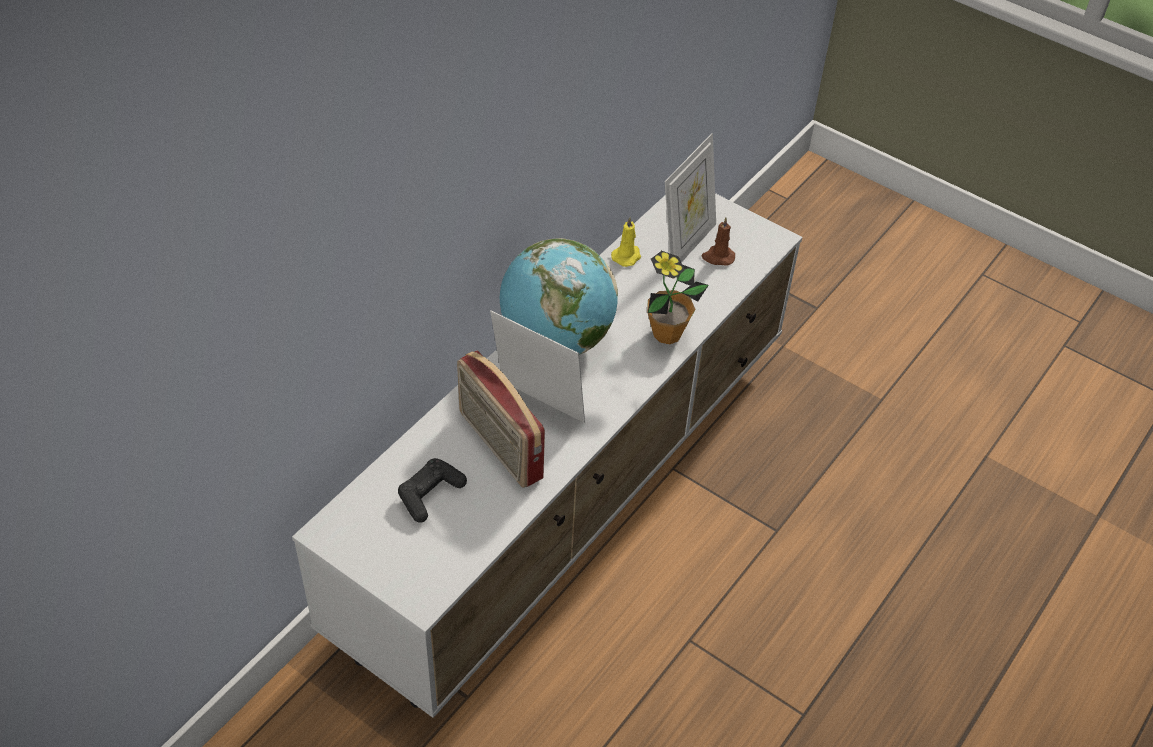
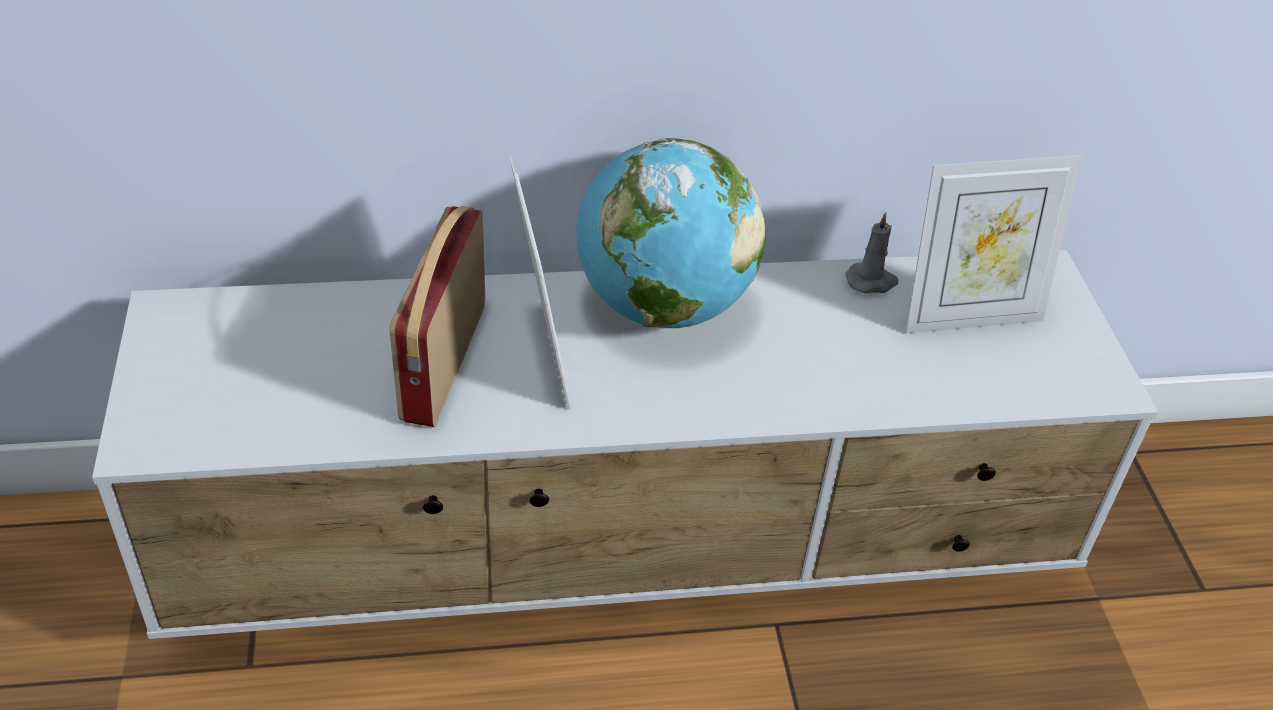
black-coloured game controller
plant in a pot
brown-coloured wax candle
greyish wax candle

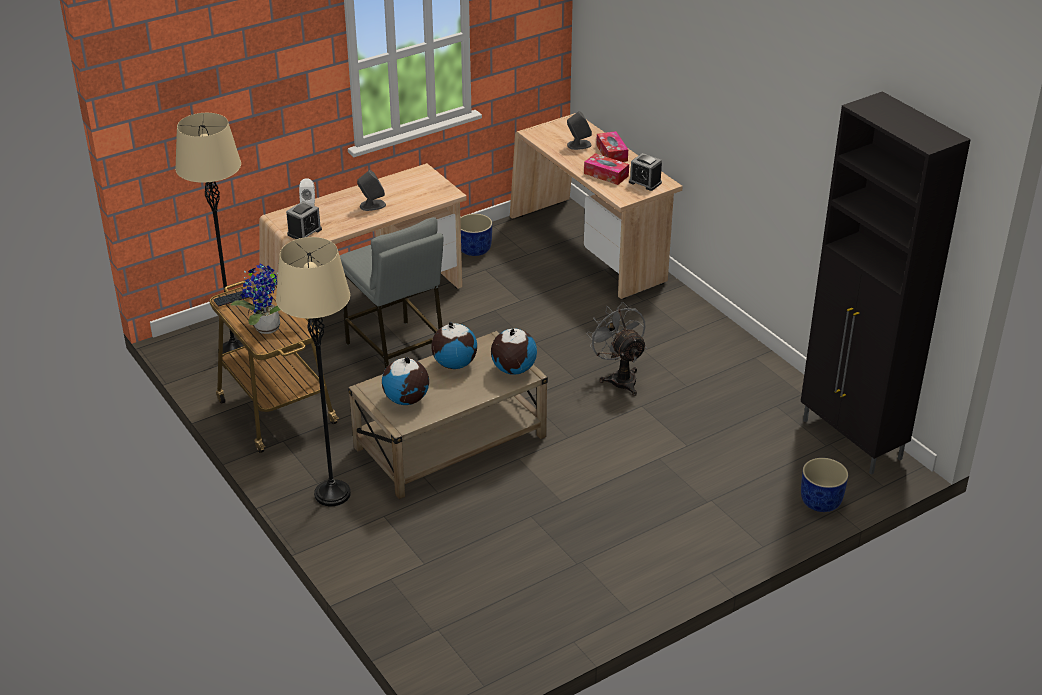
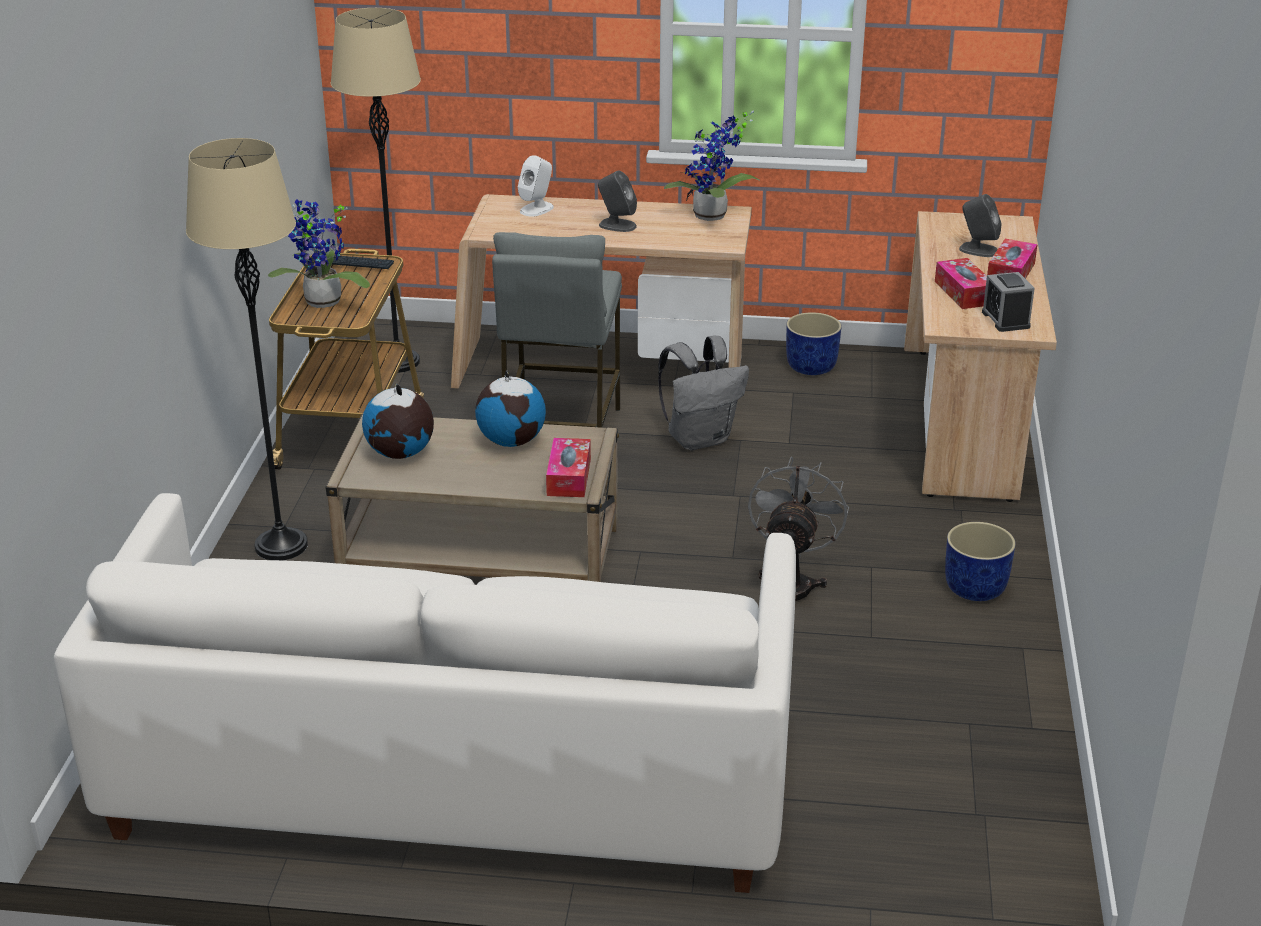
alarm clock (no. 1 from left in the first image)
black-coloured cupboard
whitish couch
greyish rucksack
plant in a pot (no. 2 from left)
blue-coloured plant pot (no. 2 from left)
box of tissues (no. 1 from left)

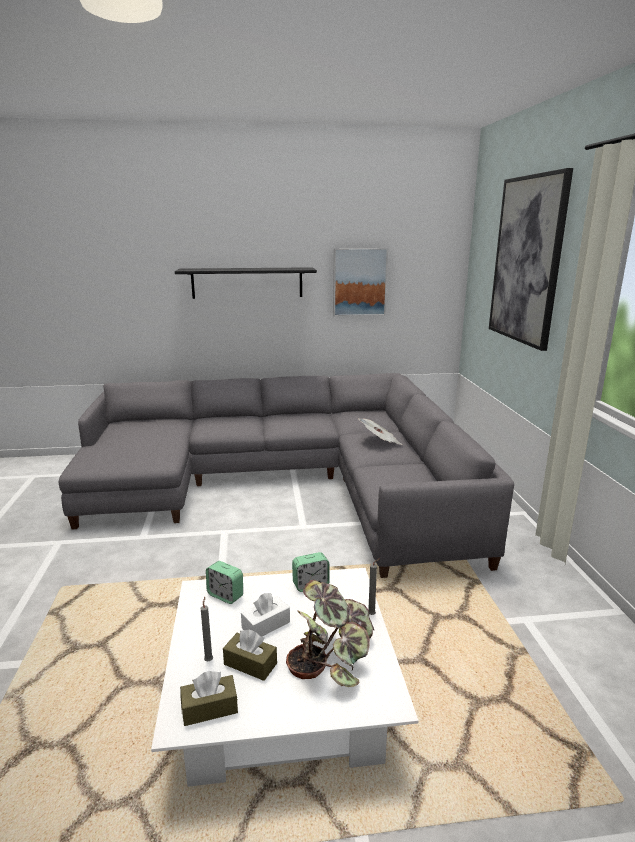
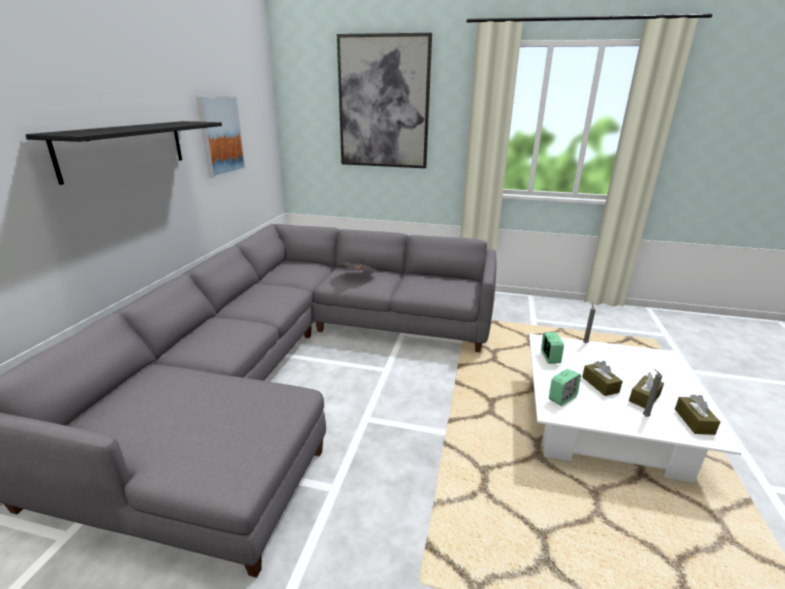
plant in a pot
brown-coloured box of tissues (no. 1 from left)

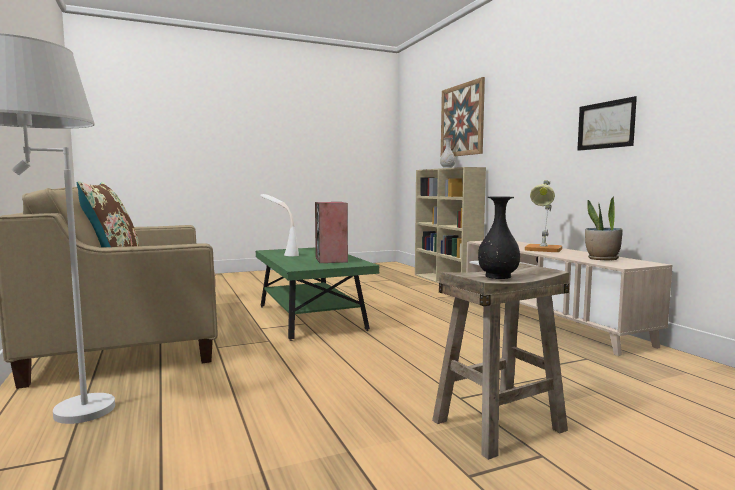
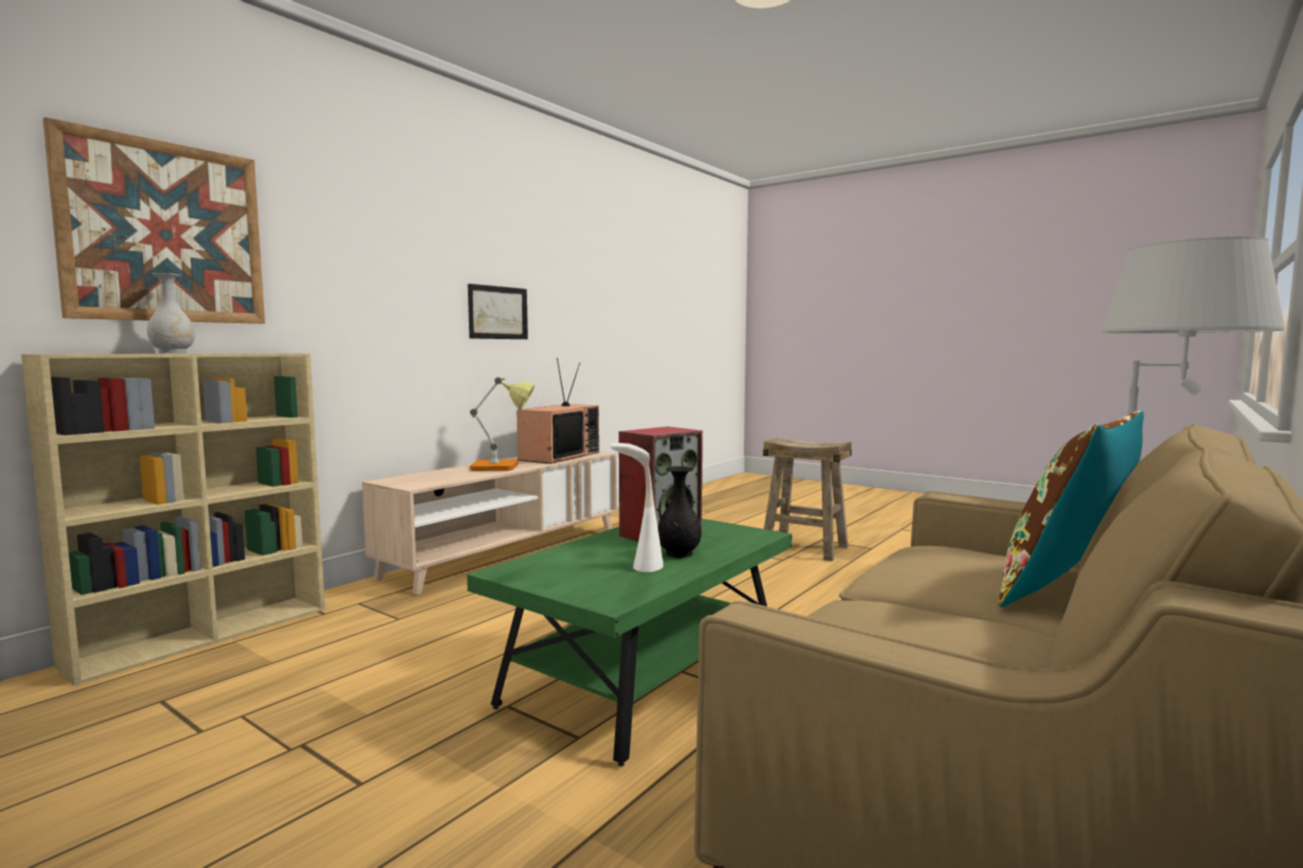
black-coloured decorative vase
television

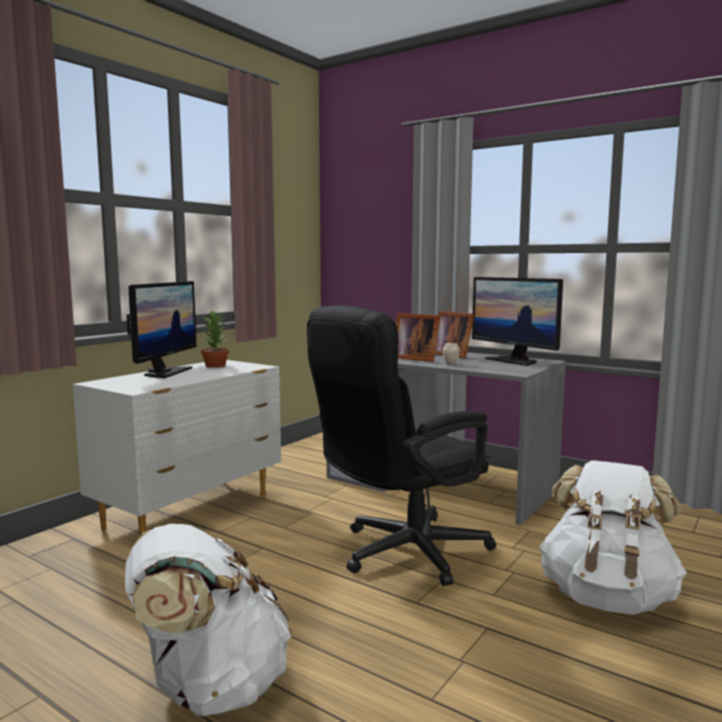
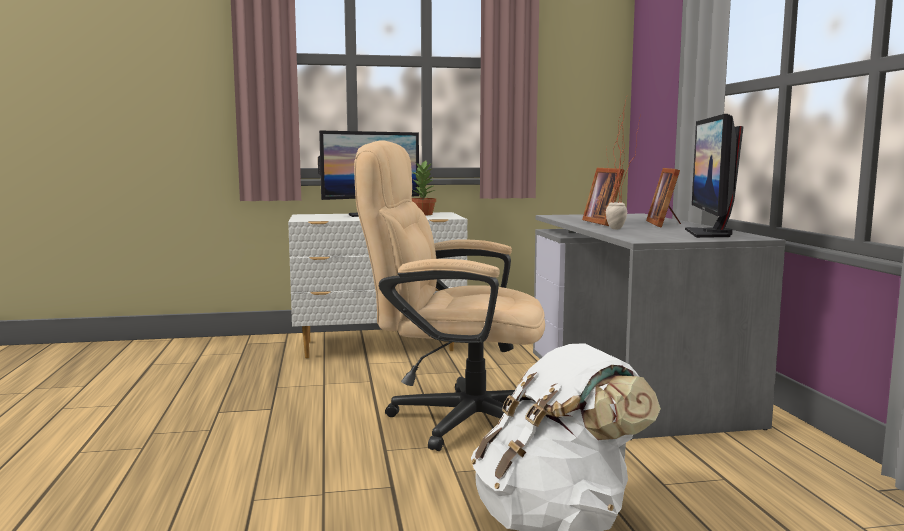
whitish rucksack (no. 1 from left in the first image)
beige computer chair

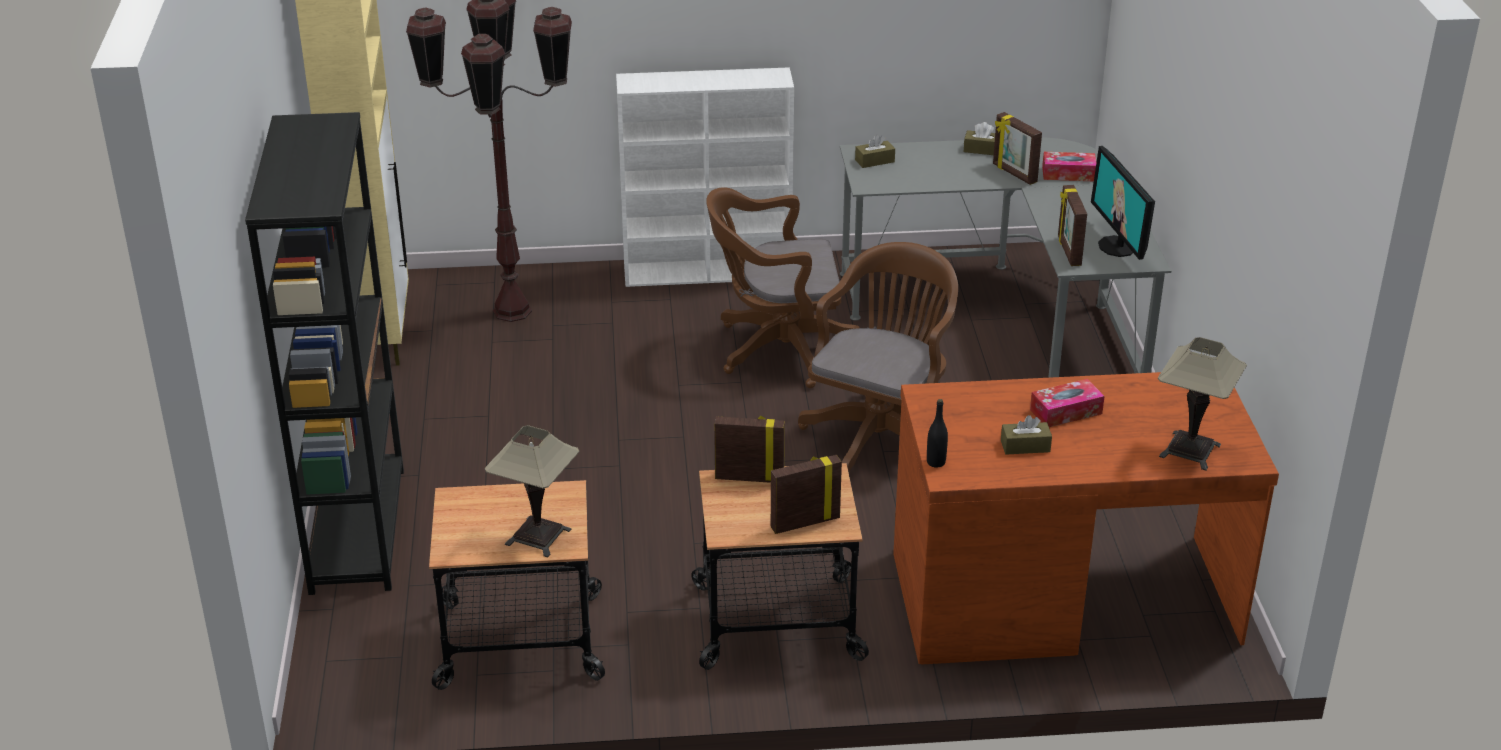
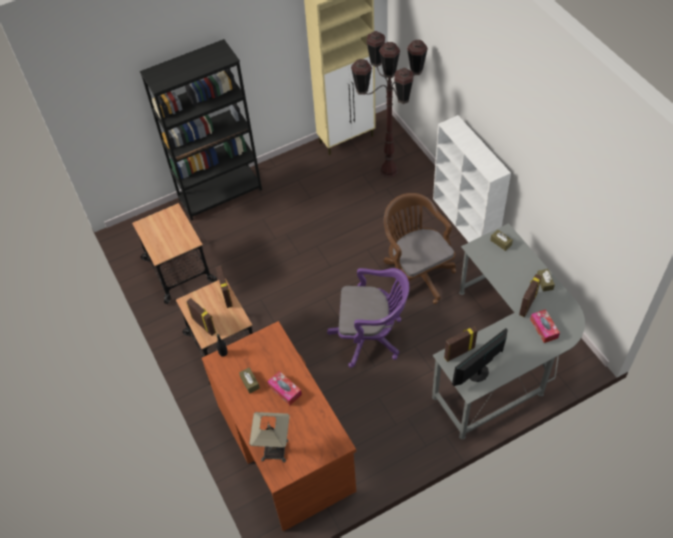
lamp for a table (no. 1 from left in the first image)
purple computer chair

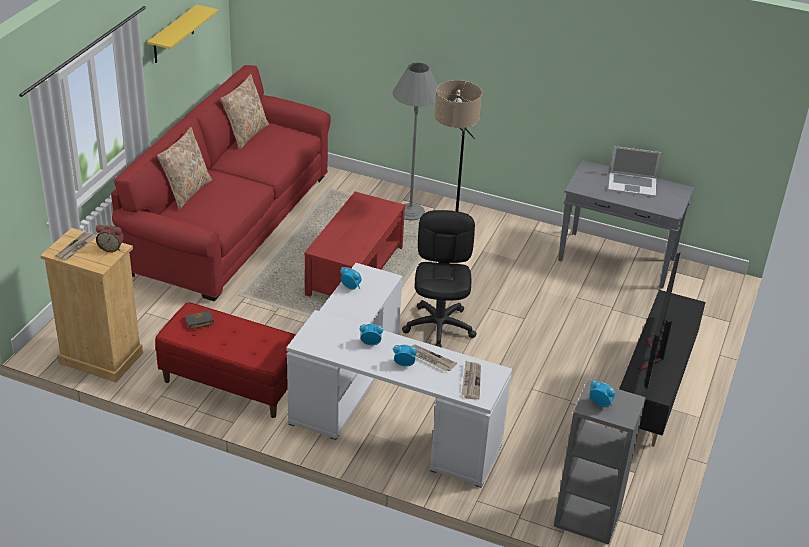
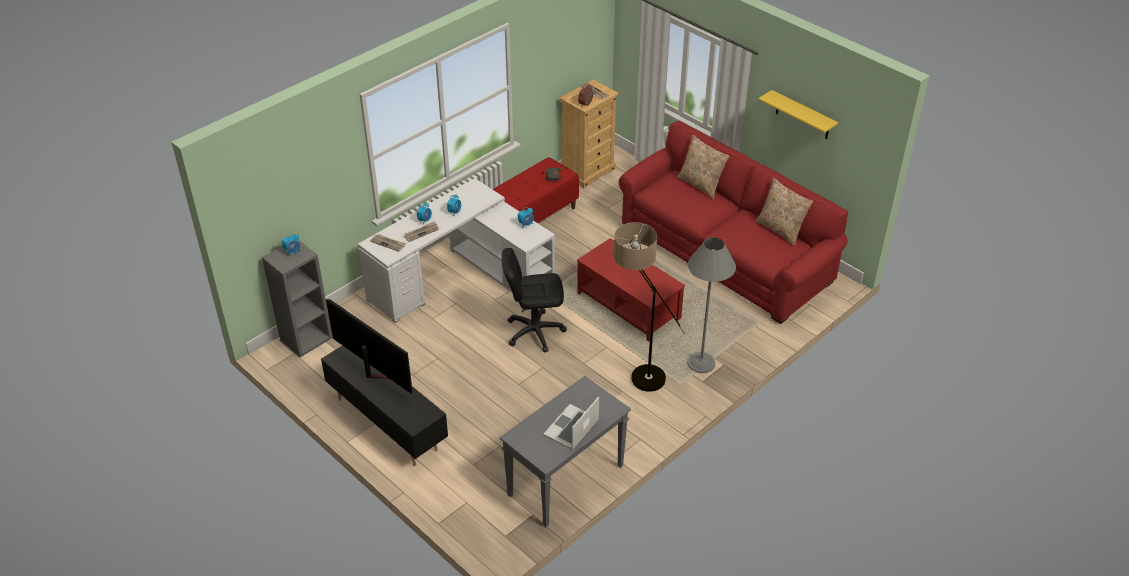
black-coloured computer chair

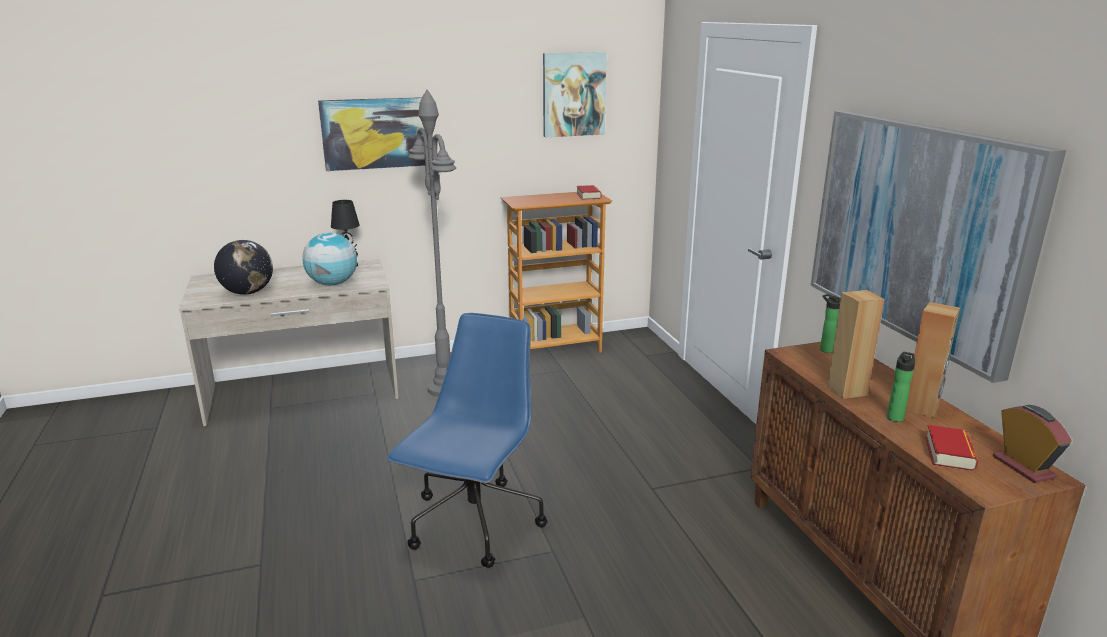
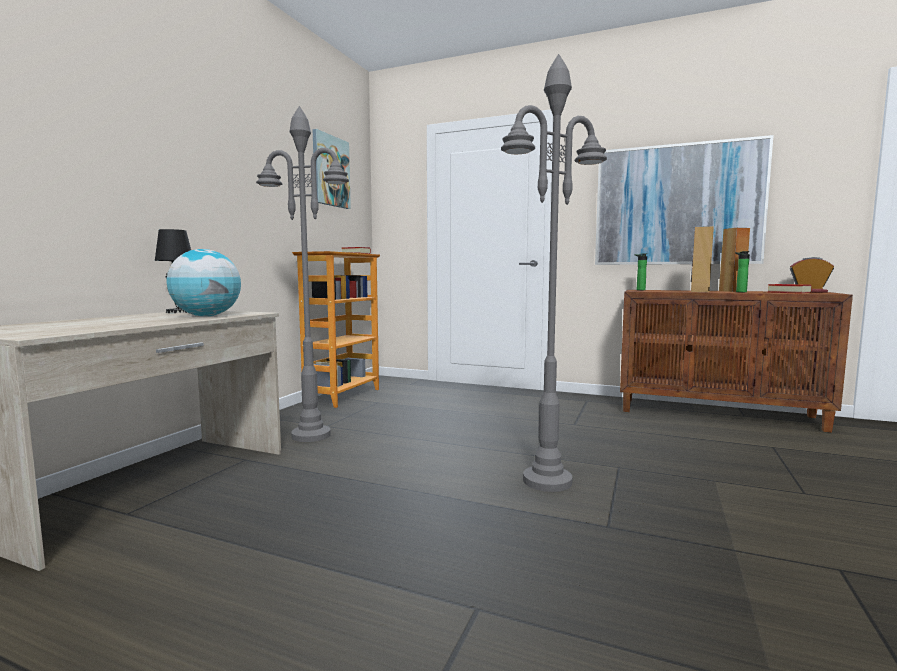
world globe (no. 1 from left in the first image)
wall art (no. 1 from left in the first image)
greyish standard lamp (no. 2 from left)

